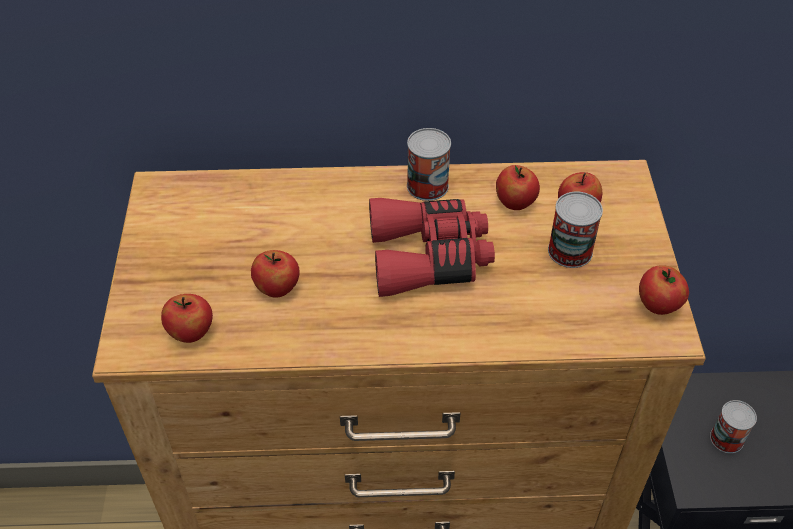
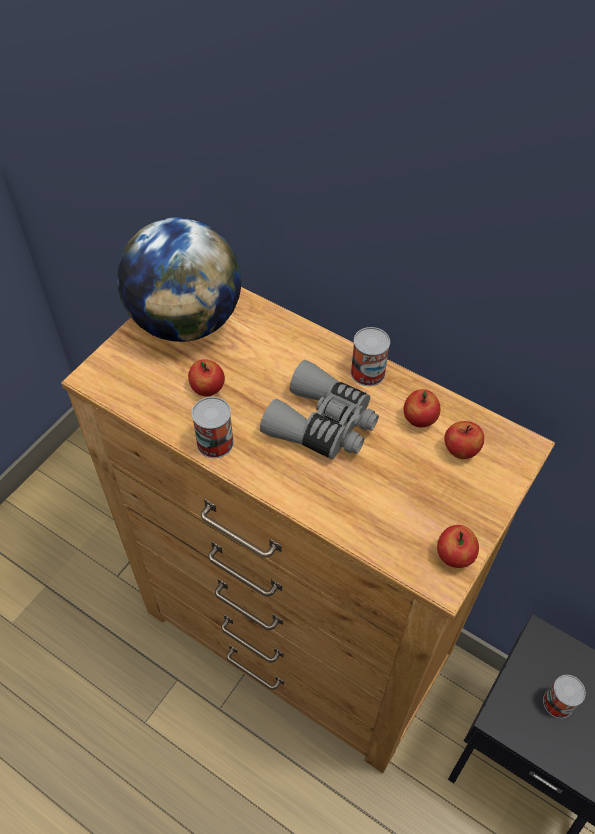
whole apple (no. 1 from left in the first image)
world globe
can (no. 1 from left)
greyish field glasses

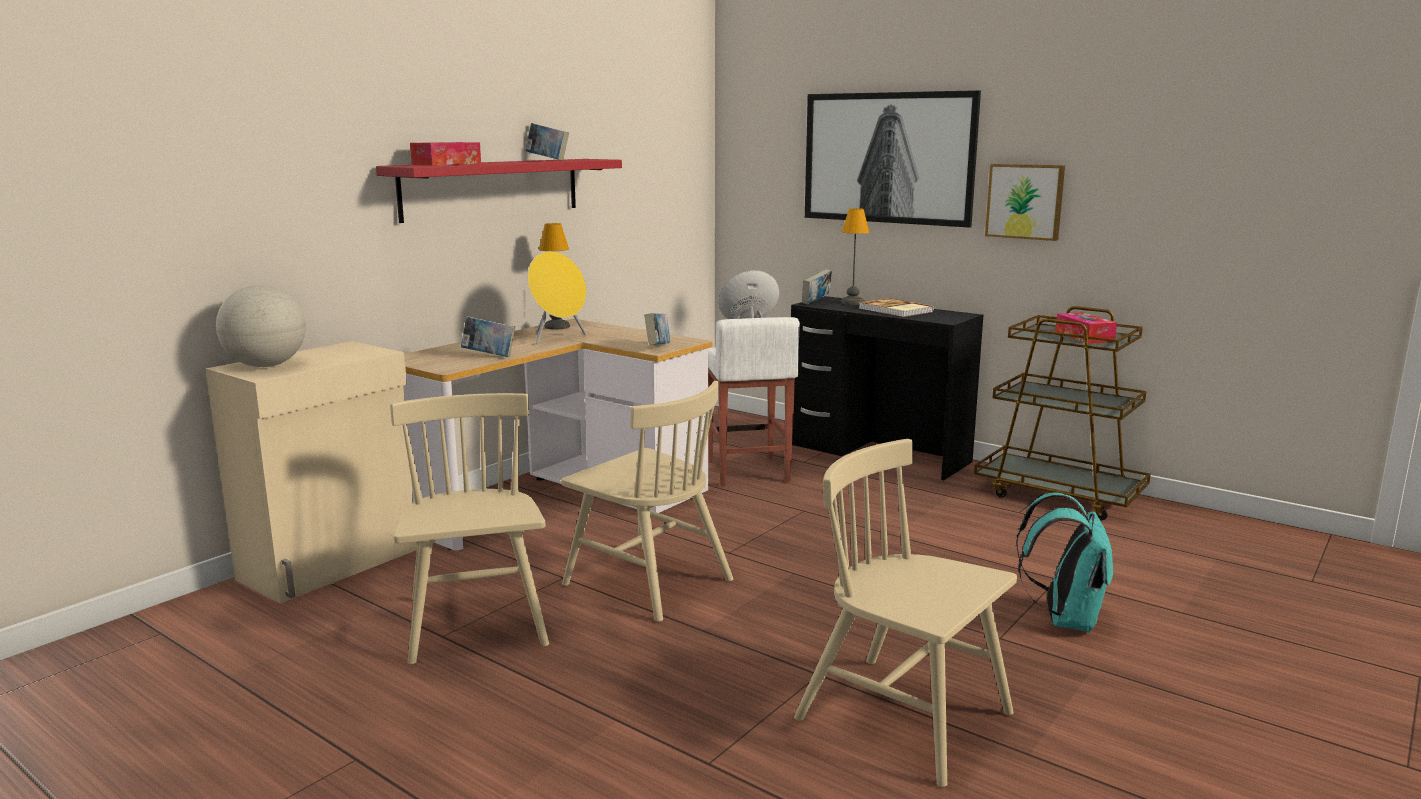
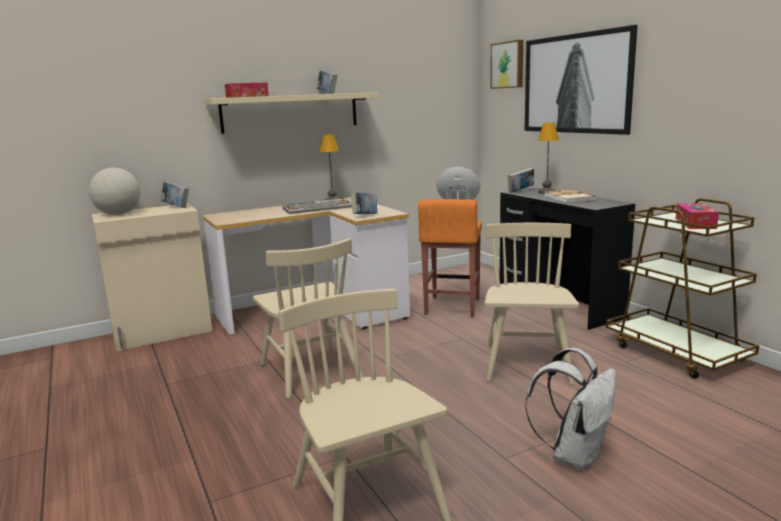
beige upright chair (no. 3 from left)
book (no. 1 from left)
wall art (no. 1 from left)
keyboard
beige shelf
orange-coloured stool
whitish rucksack

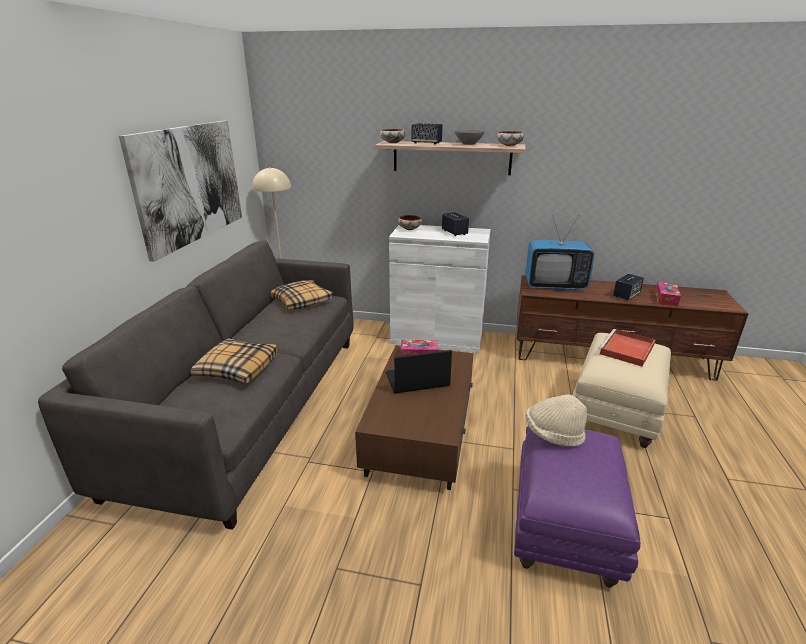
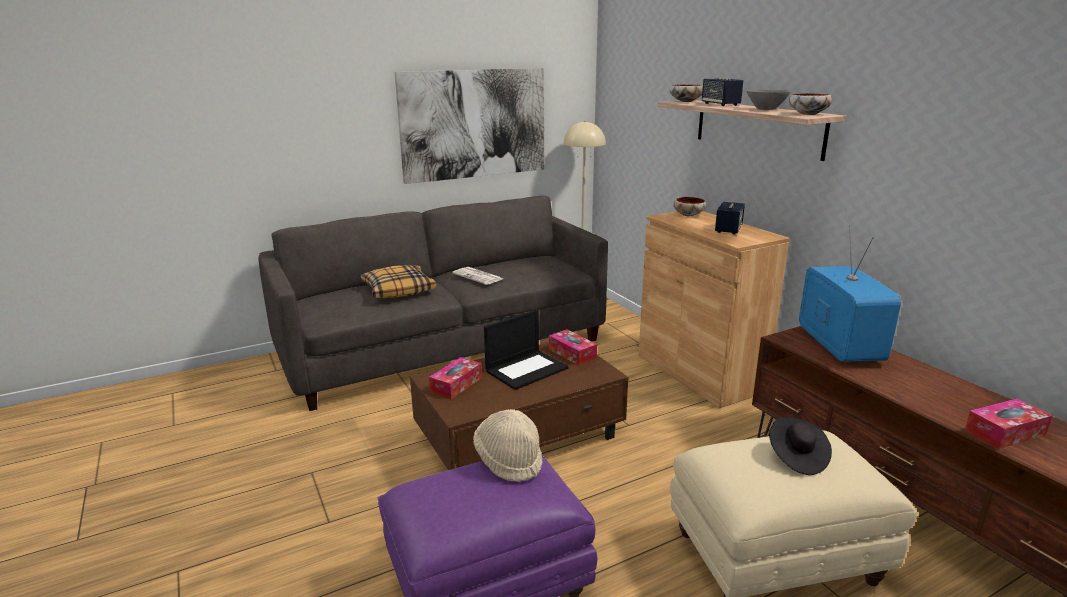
throw pillow (no. 2 from left in the first image)
loudspeaker (no. 3 from left in the first image)
box of tissues (no. 1 from left)
newspaper
black-coloured hat
brown-coloured cupboard
notebook computer
television

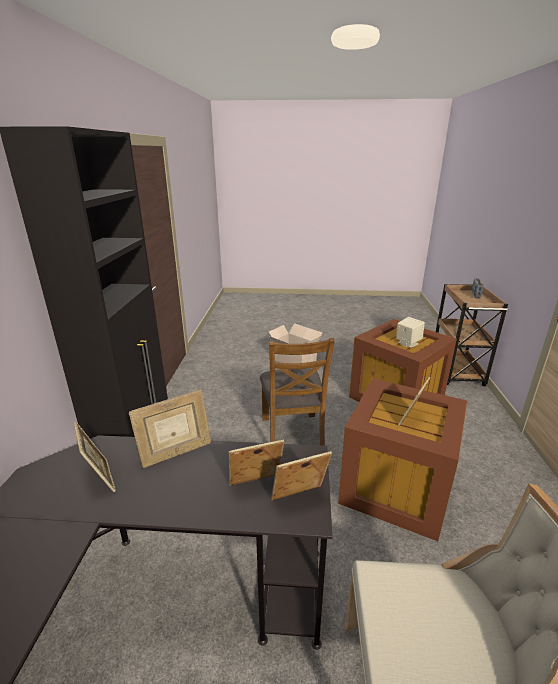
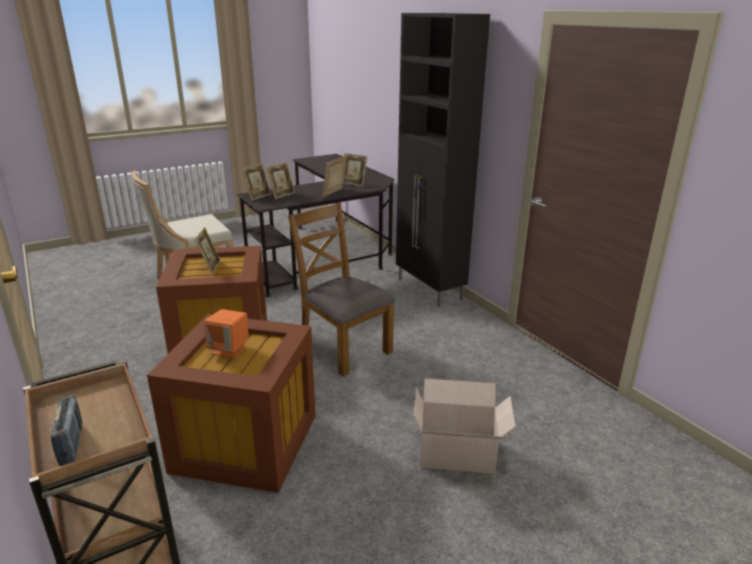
orange-coloured loudspeaker

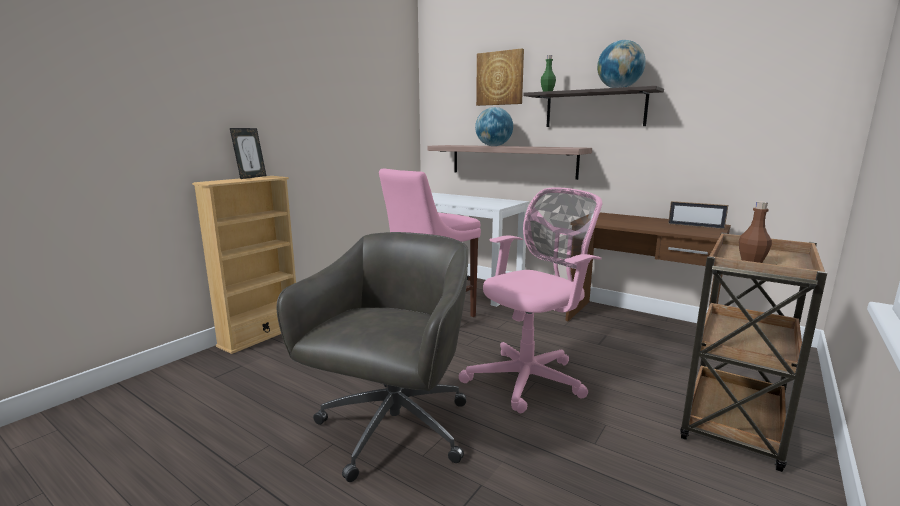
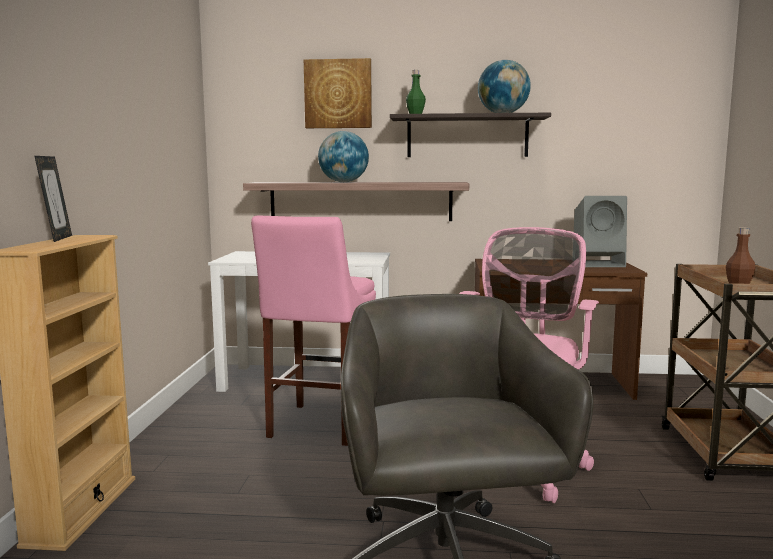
greyish loudspeaker

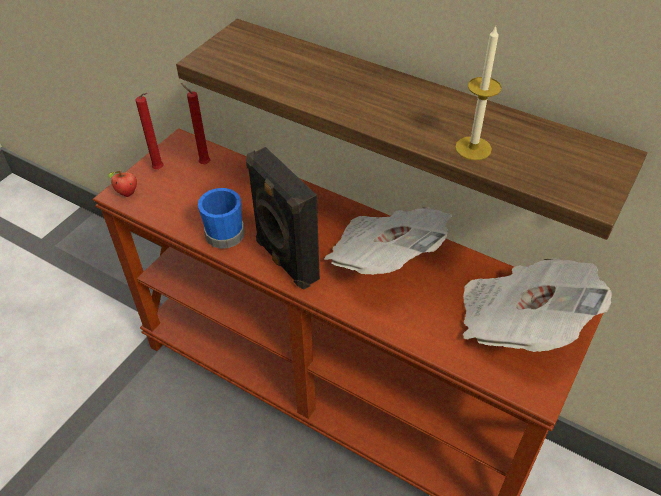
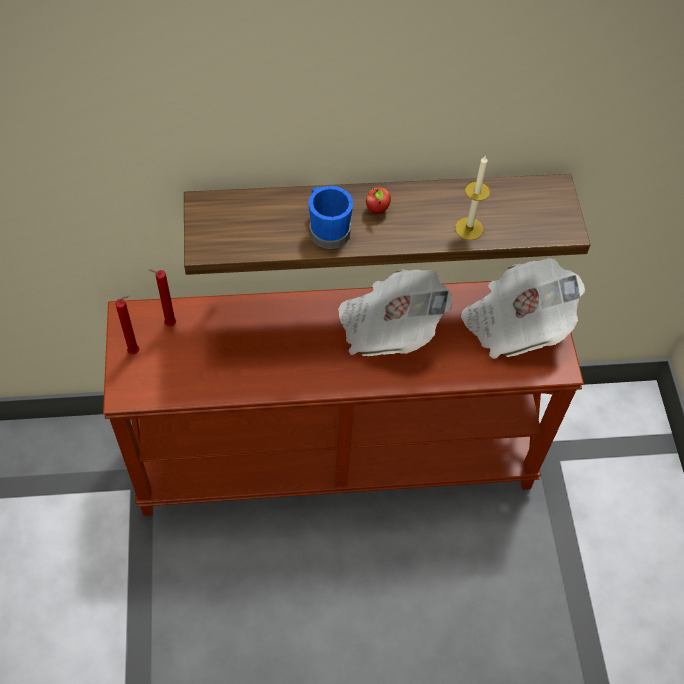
black-coloured loudspeaker
whole apple
blue-coloured mug

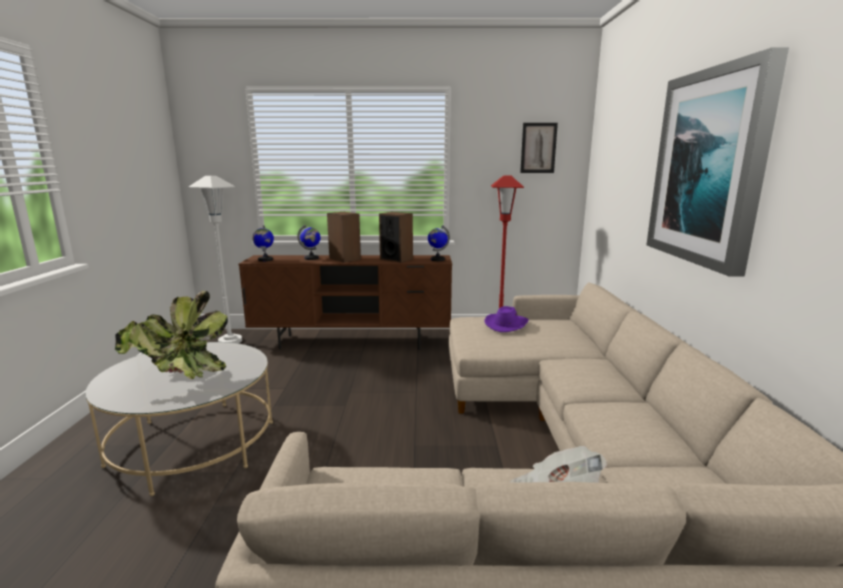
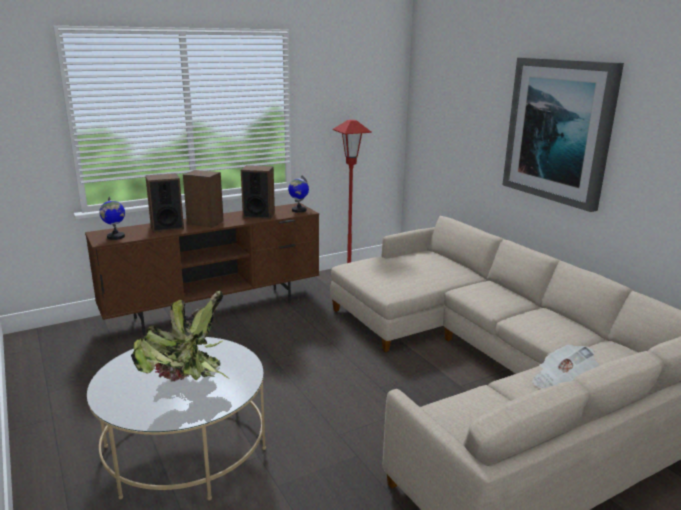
whitish standard lamp
purple hat
wall art (no. 1 from left in the first image)
loudspeaker (no. 1 from left)

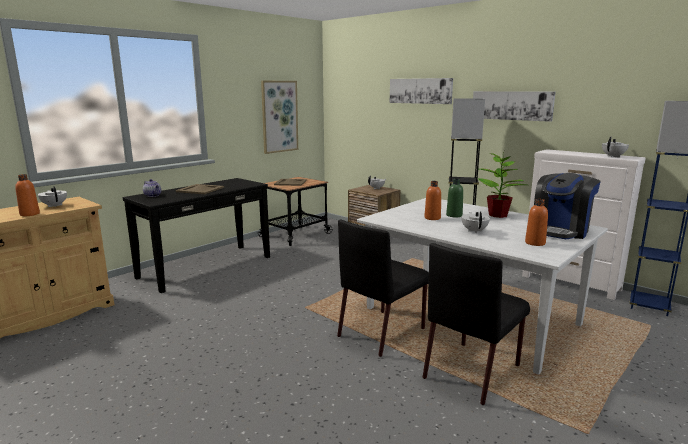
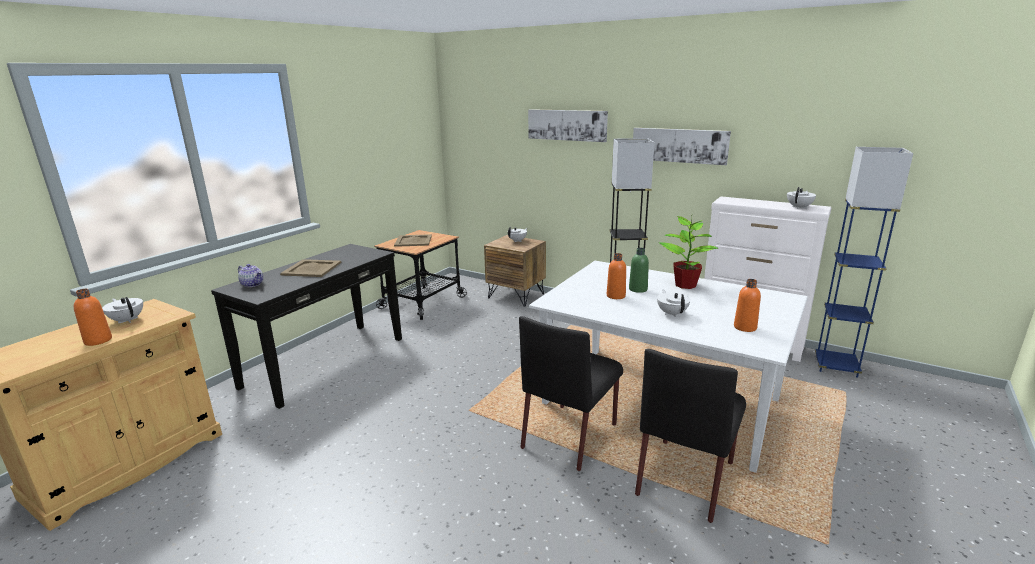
wall art (no. 1 from left in the first image)
coffee brewer

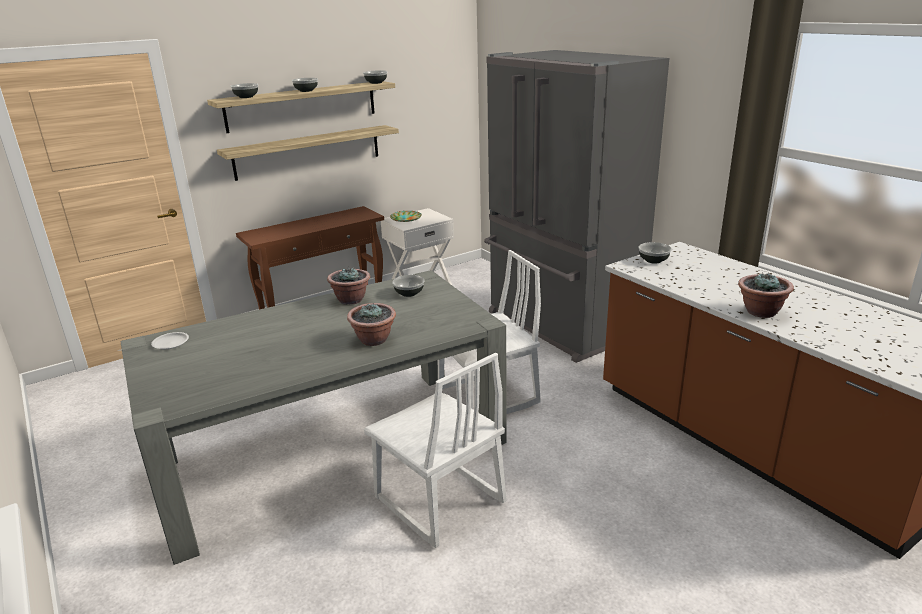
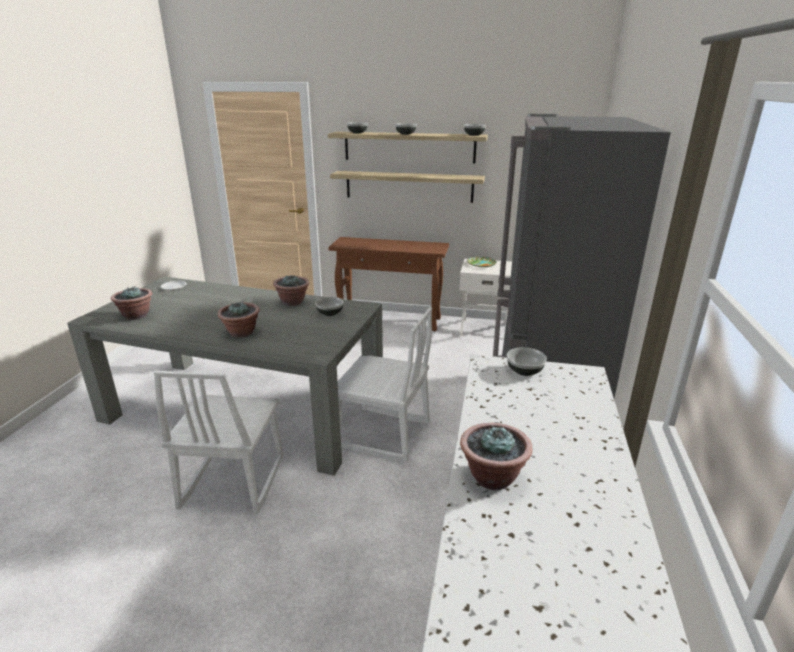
plant in a pot (no. 1 from left)

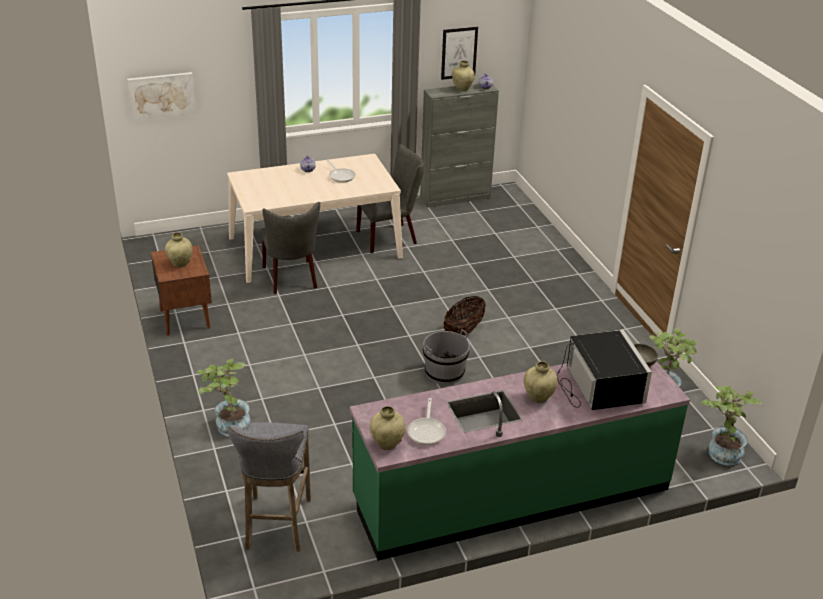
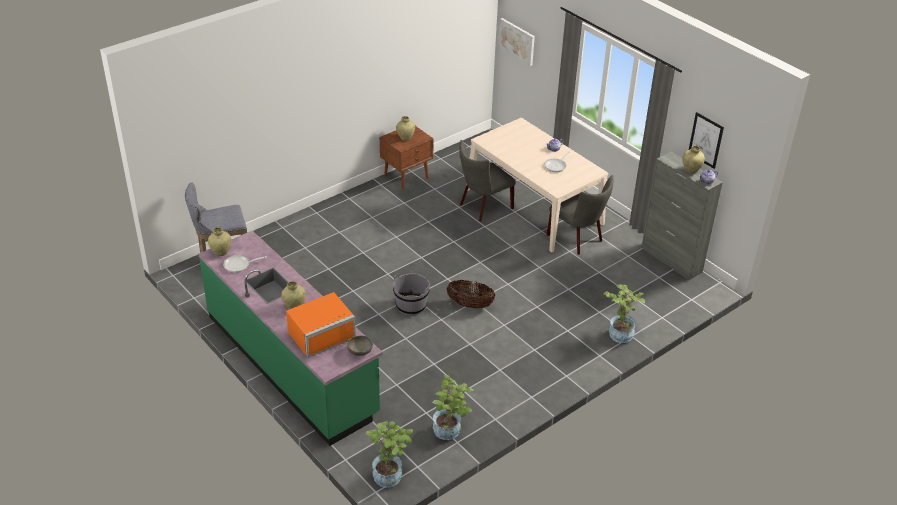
plant in a pot (no. 3 from left)
orange-coloured kitchen microwave

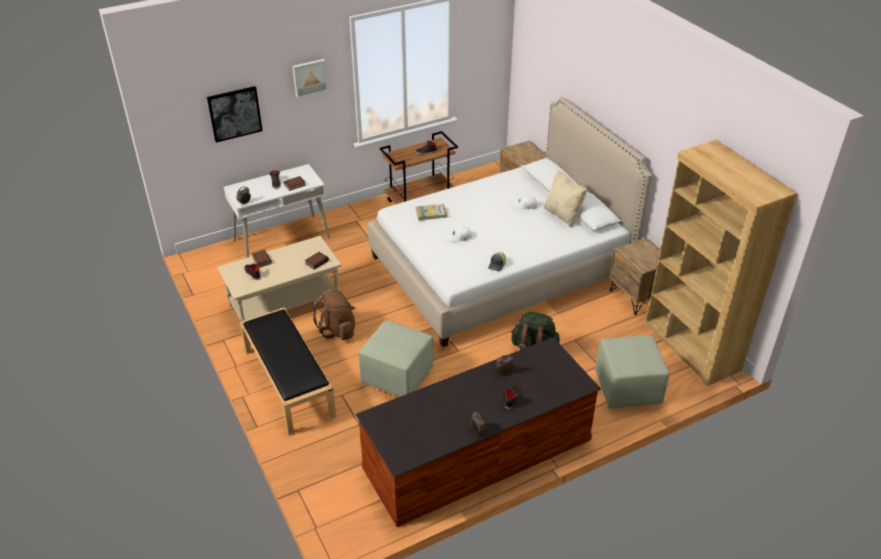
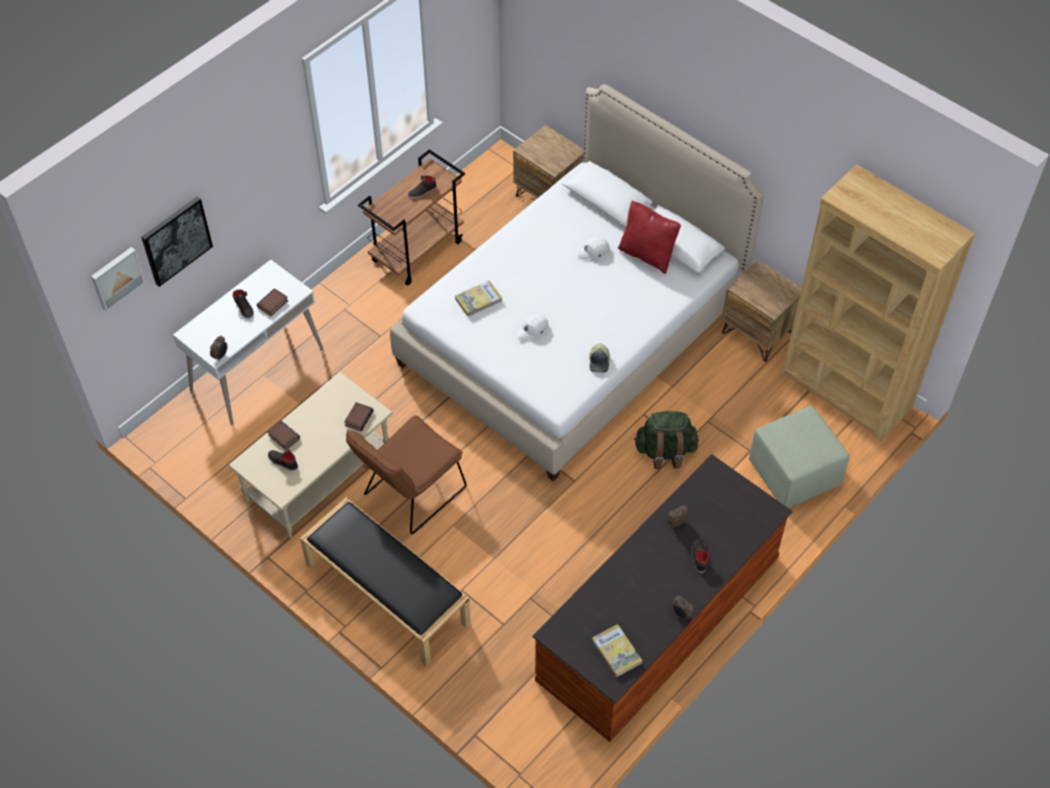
greenish ottoman (no. 1 from left in the first image)
book (no. 5 from left)
wall art (no. 1 from left)
brown-coloured upright chair
red-coloured throw pillow

